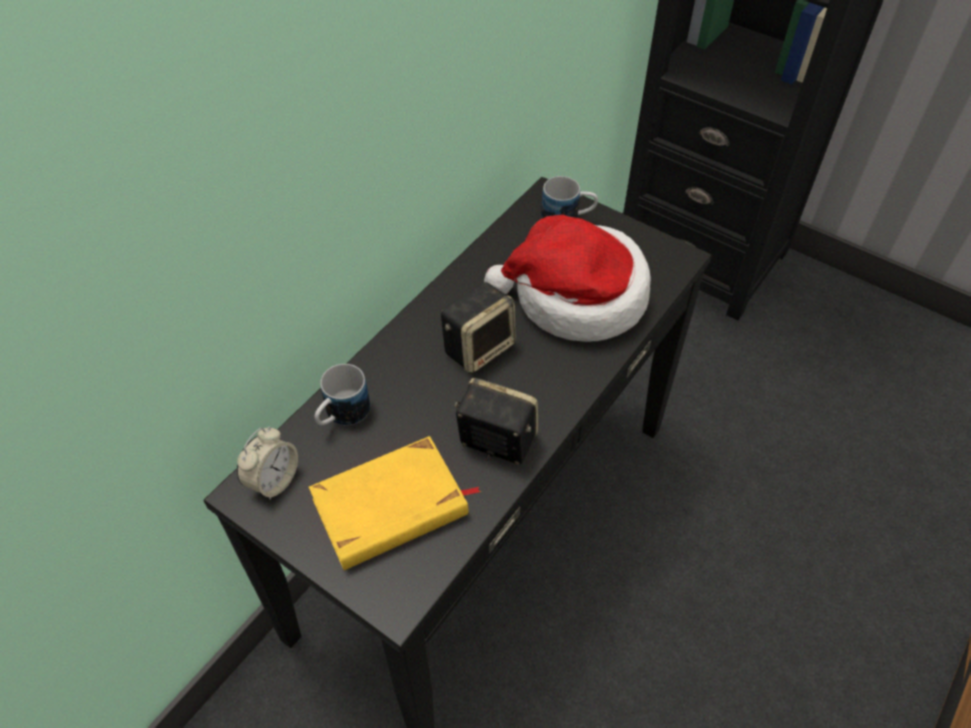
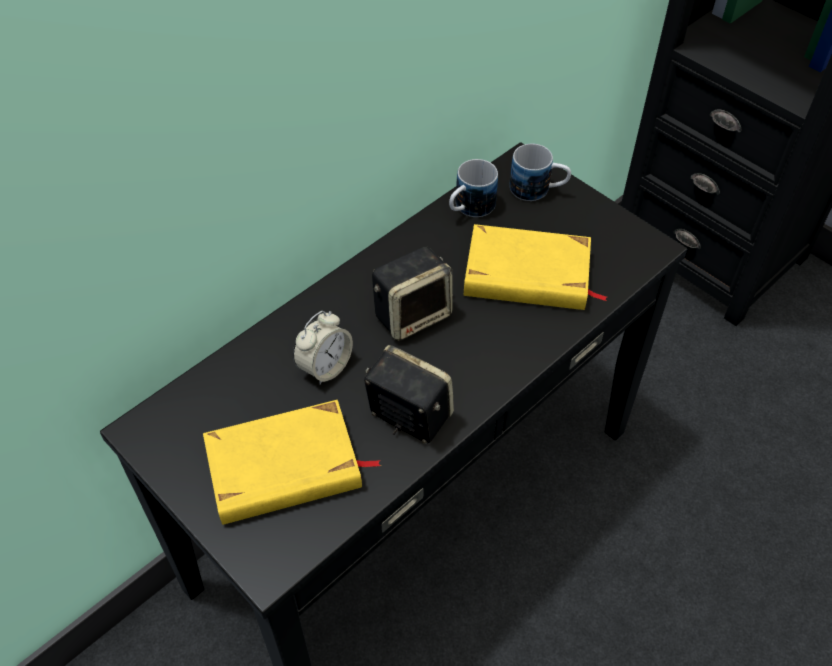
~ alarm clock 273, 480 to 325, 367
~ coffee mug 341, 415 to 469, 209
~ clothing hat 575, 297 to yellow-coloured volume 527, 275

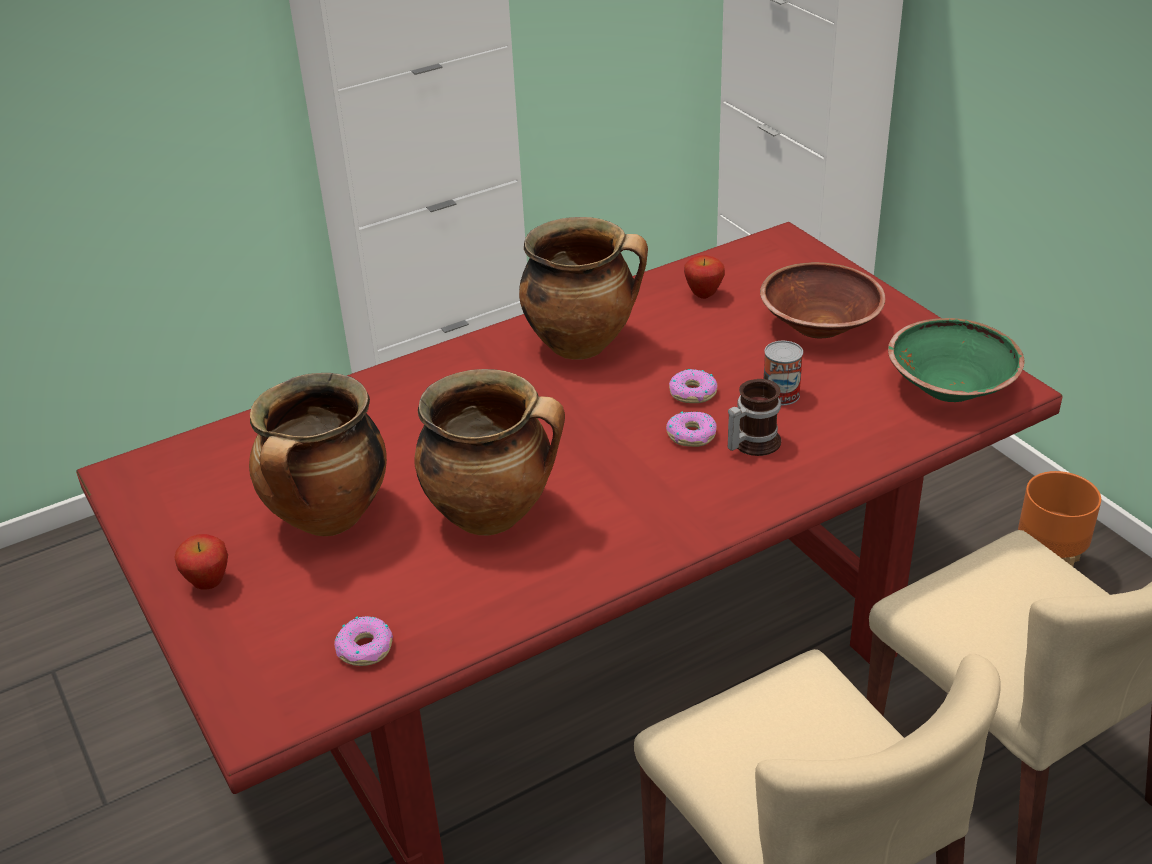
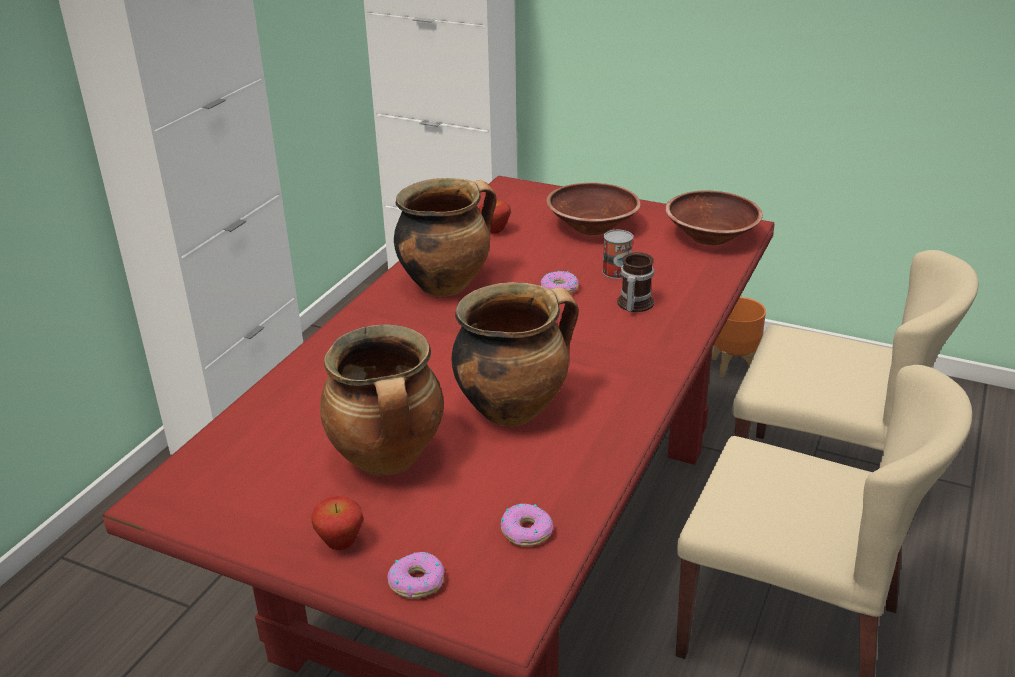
~ donut 691, 435 to 416, 581
~ greenish serving bowl 950, 387 to brown serving bowl 710, 237

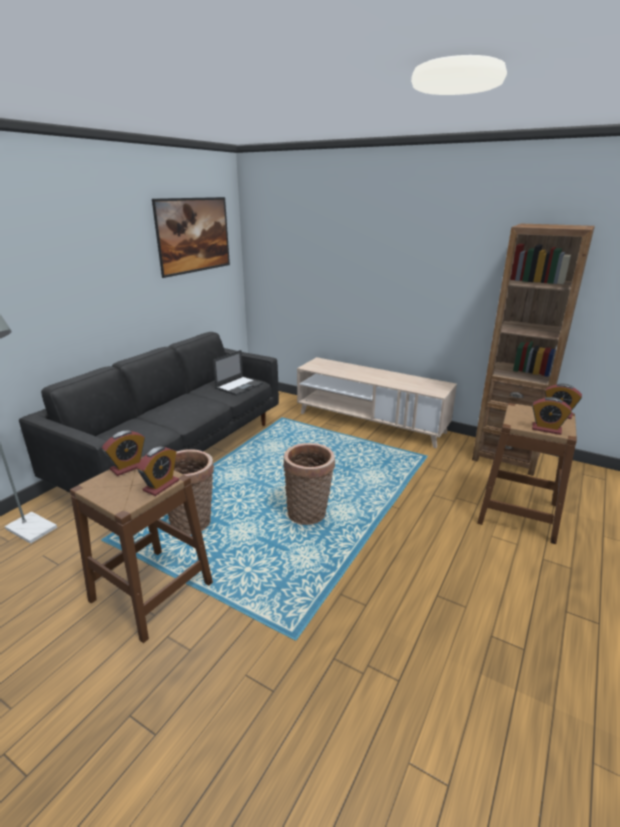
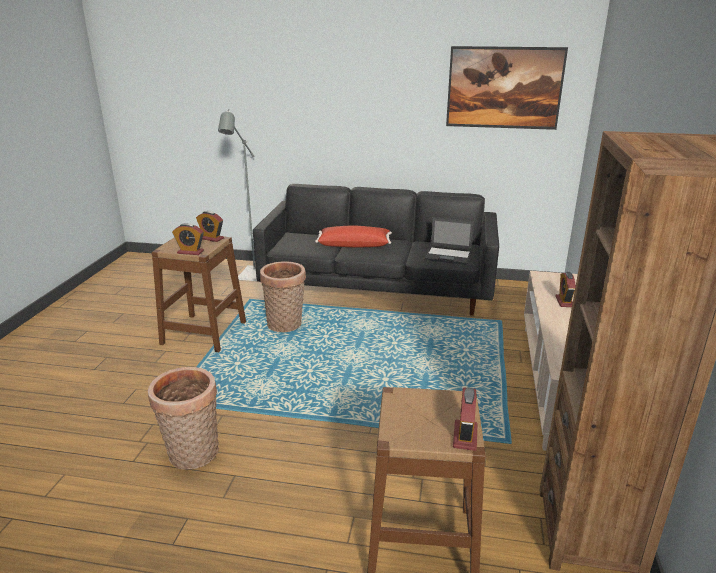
~ household basket 309, 514 to 193, 456
+ reddish cushion 354, 245
~ alarm clock 546, 429 to 564, 301

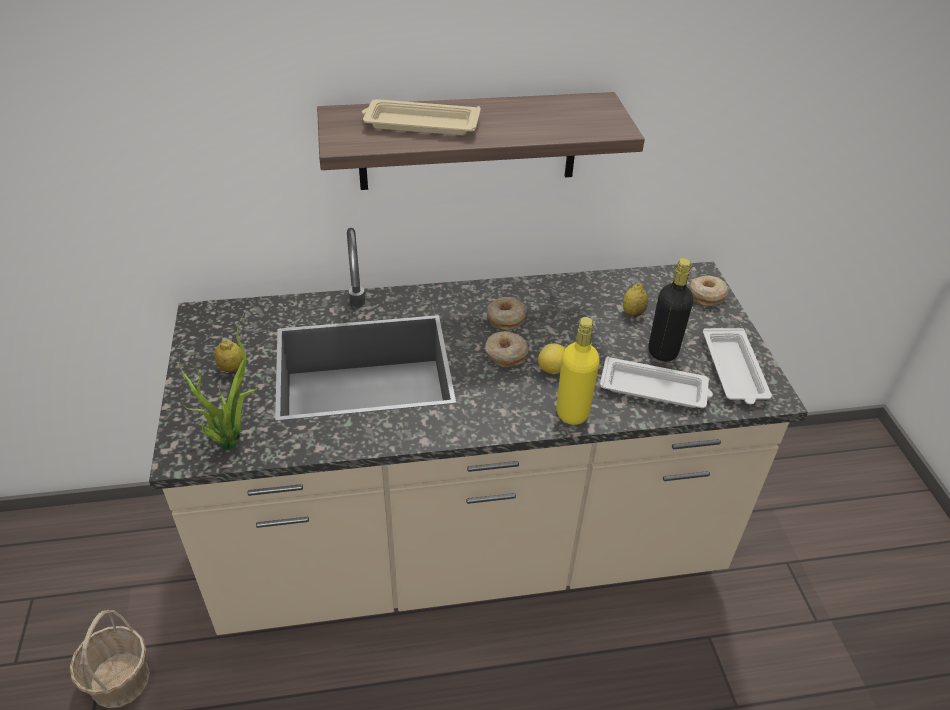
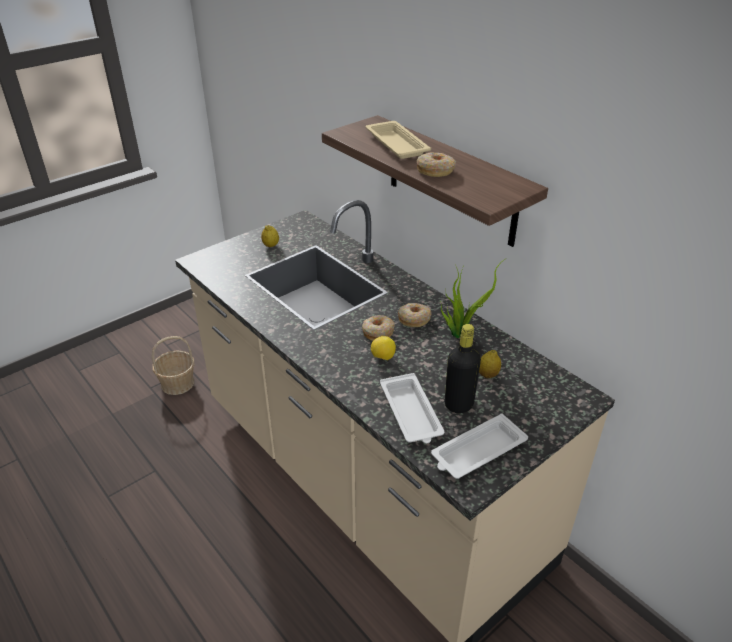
~ donut 706, 295 to 435, 170
~ plant in a pot 228, 438 to 460, 332
- yellow-coloured bottle 572, 413

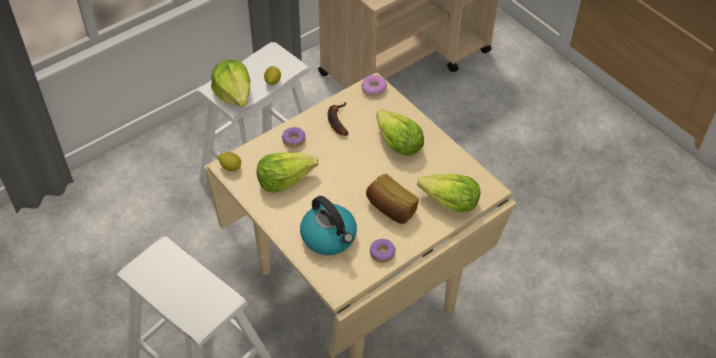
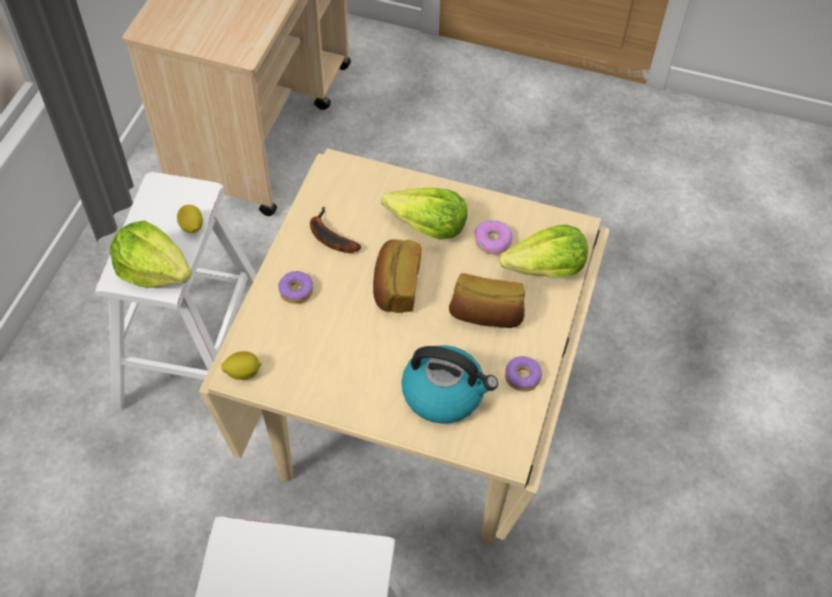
+ baked bread 396, 286
~ donut 373, 88 to 492, 241
- lettuce 284, 179

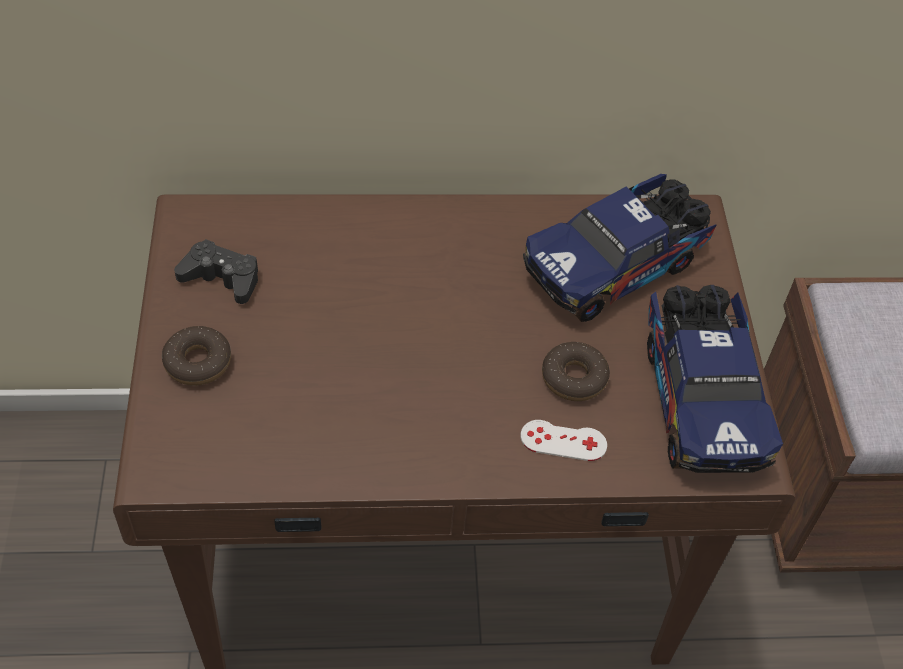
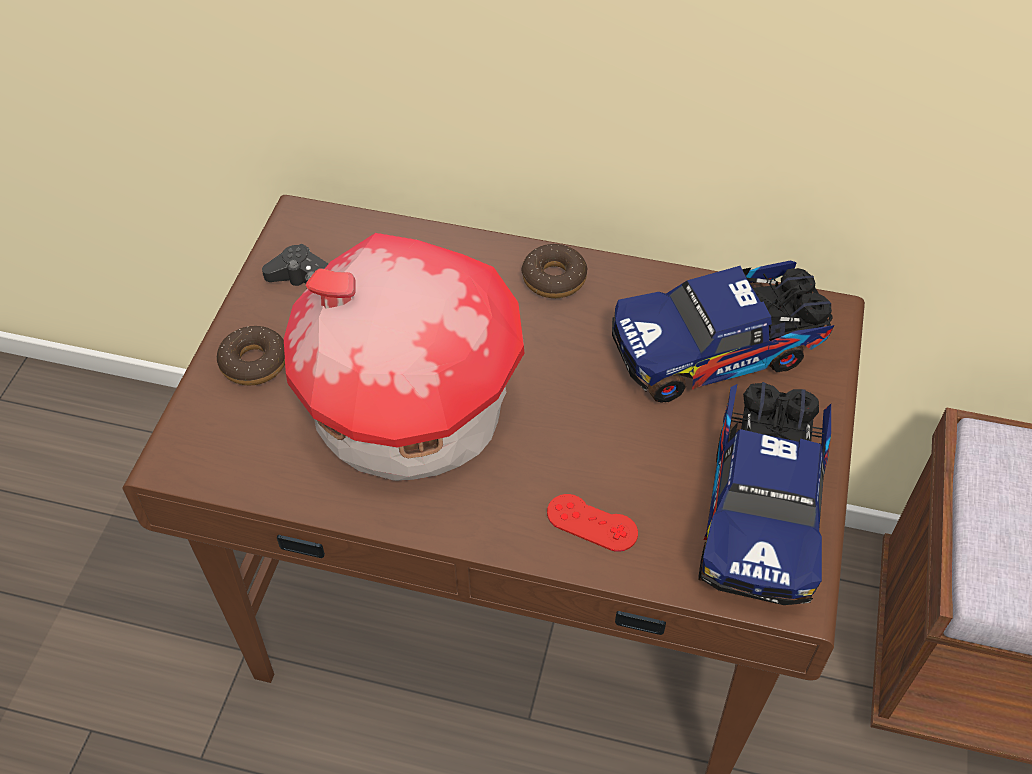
+ model house 406, 414
~ donut 574, 378 to 554, 278
~ whitish gamepad 563, 441 to reddish gamepad 592, 523

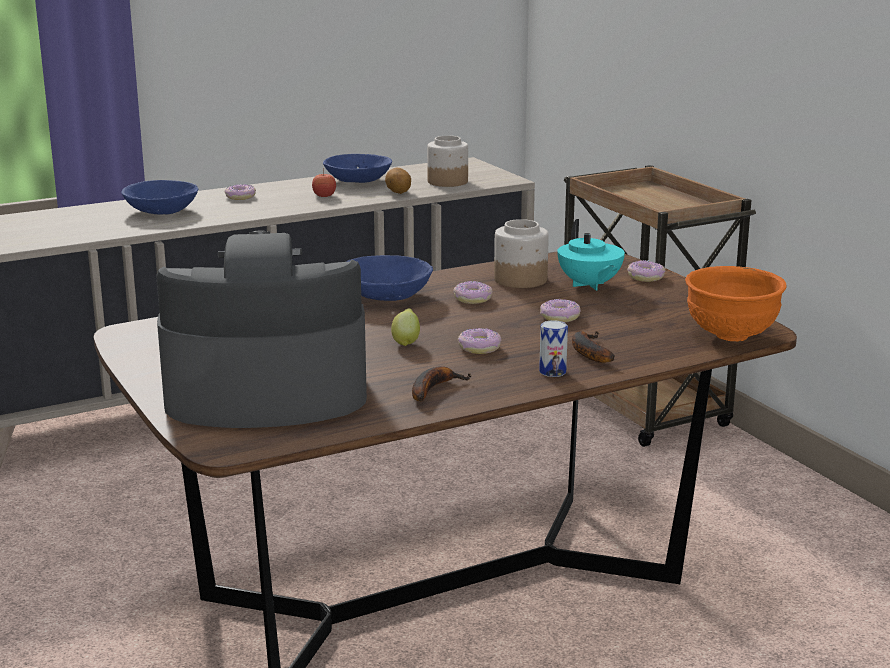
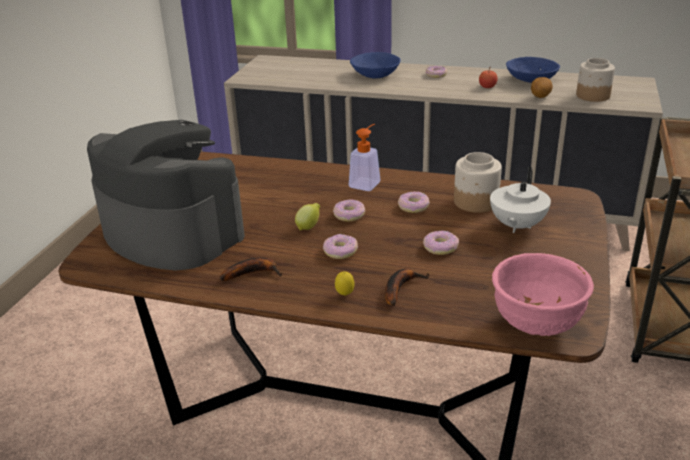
~ donut 646, 277 to 349, 215
~ sealed can 552, 372 to citrus fruit 345, 295
~ blue serving bowl 384, 295 to liquid soap bottle 367, 182
~ turquoise-coloured teapot 589, 285 to whitish teapot 516, 226
~ orange-coloured serving bowl 730, 336 to pink-coloured serving bowl 535, 324

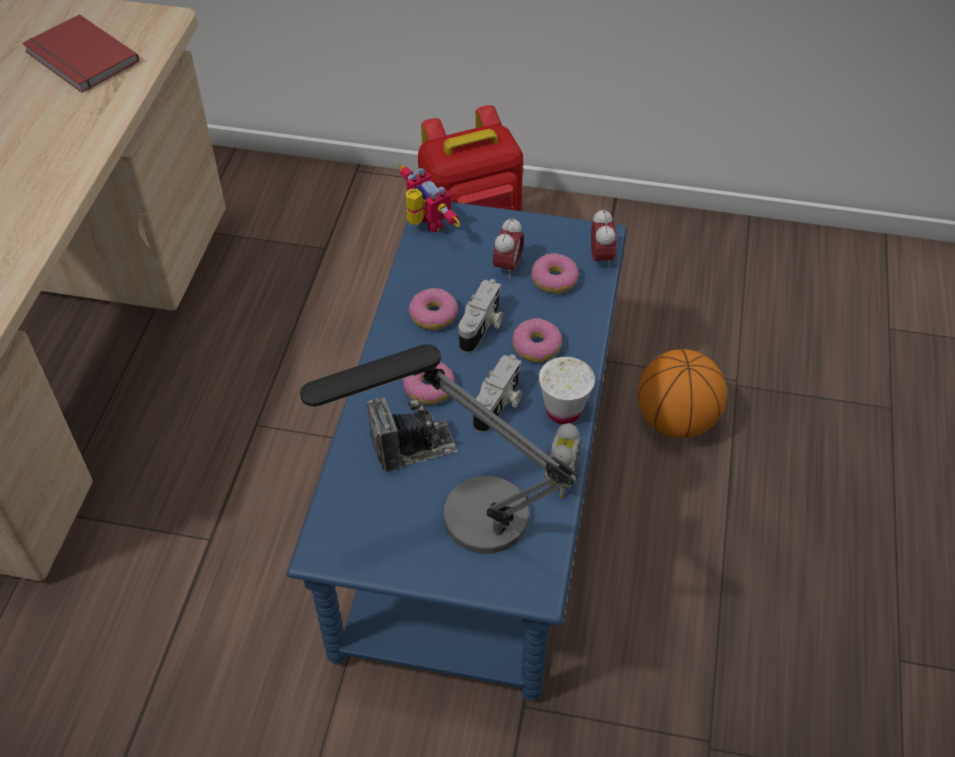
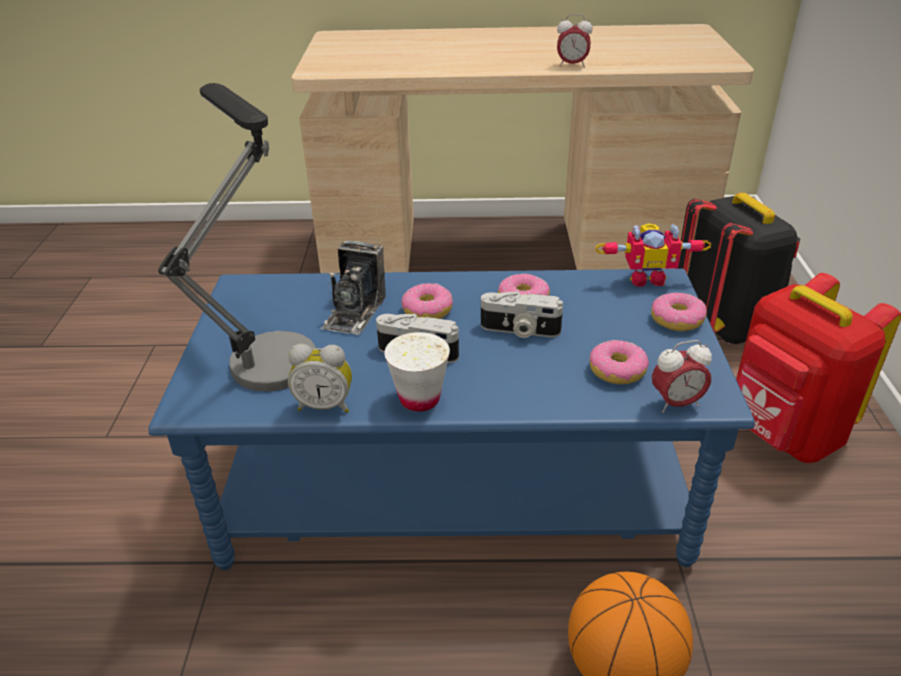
~ still camera 413, 446 = 355, 312 45 degrees clockwise
~ alarm clock 507, 267 to 572, 65
~ model robot 424, 224 = 646, 278 45 degrees clockwise
~ donut 536, 346 to 677, 319
+ blackish knapsack 724, 324
- reddish volume 79, 59

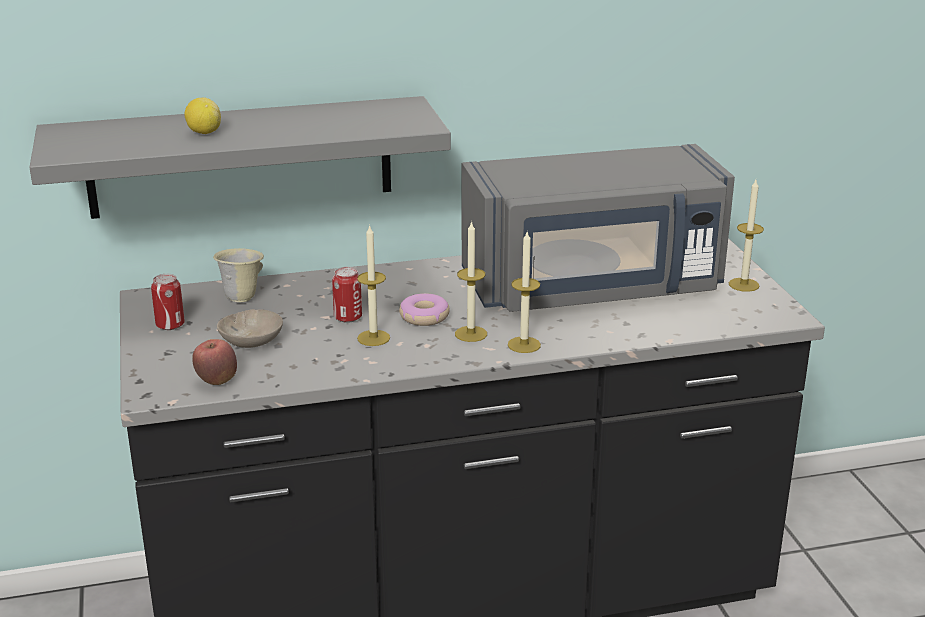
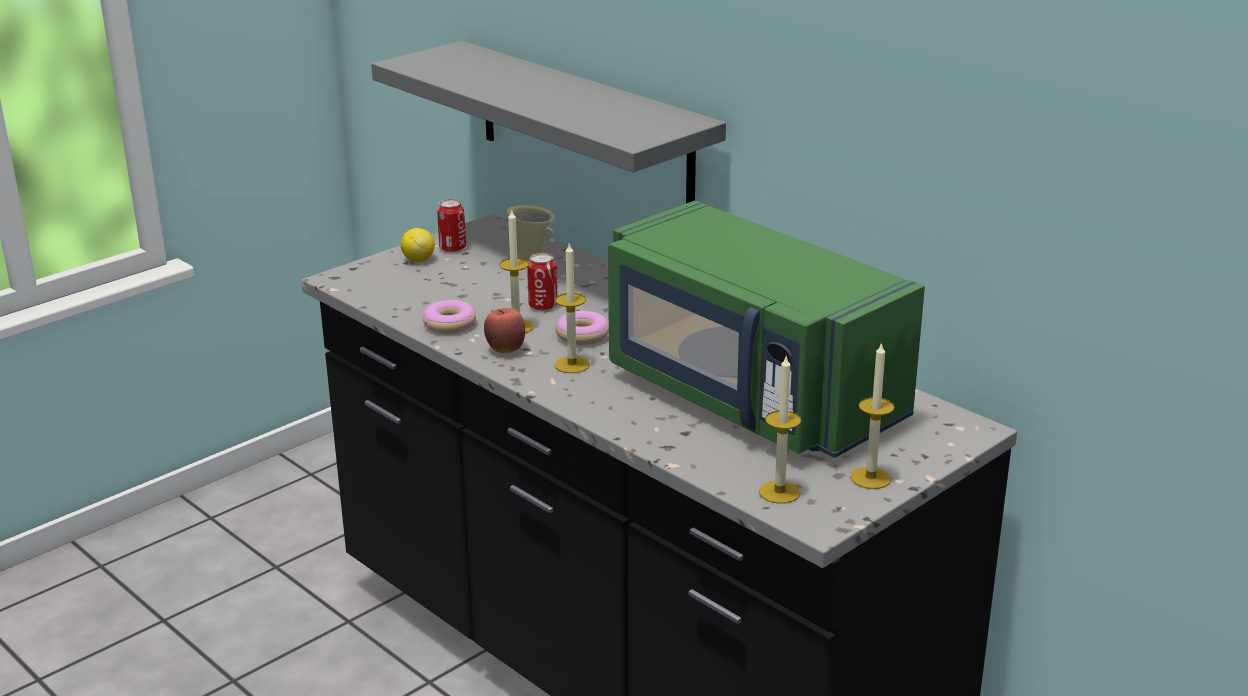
~ citrus fruit 204, 132 to 418, 259
+ donut 450, 324
~ whole apple 216, 381 to 506, 350
~ grey kitchen microwave 594, 287 to greenish kitchen microwave 748, 396
~ wax light 524, 345 to 779, 492
- beige serving bowl 251, 342

